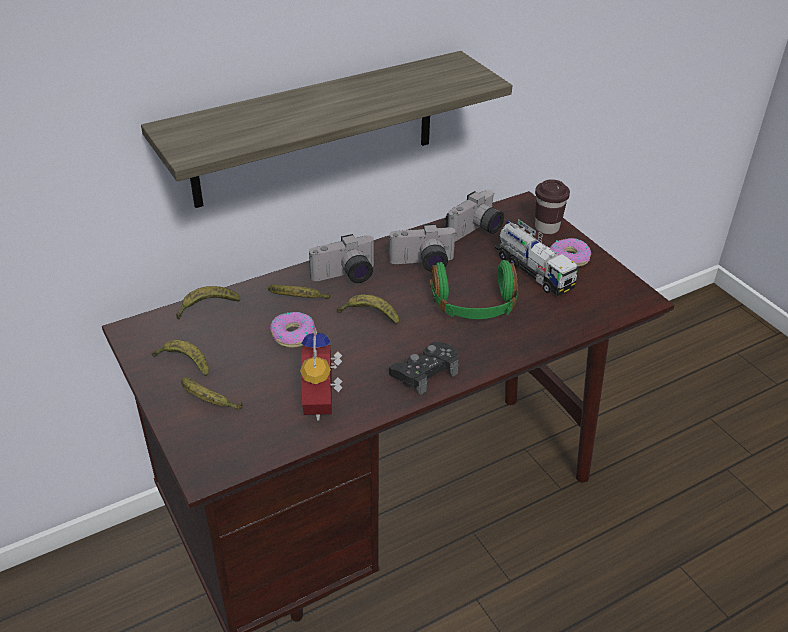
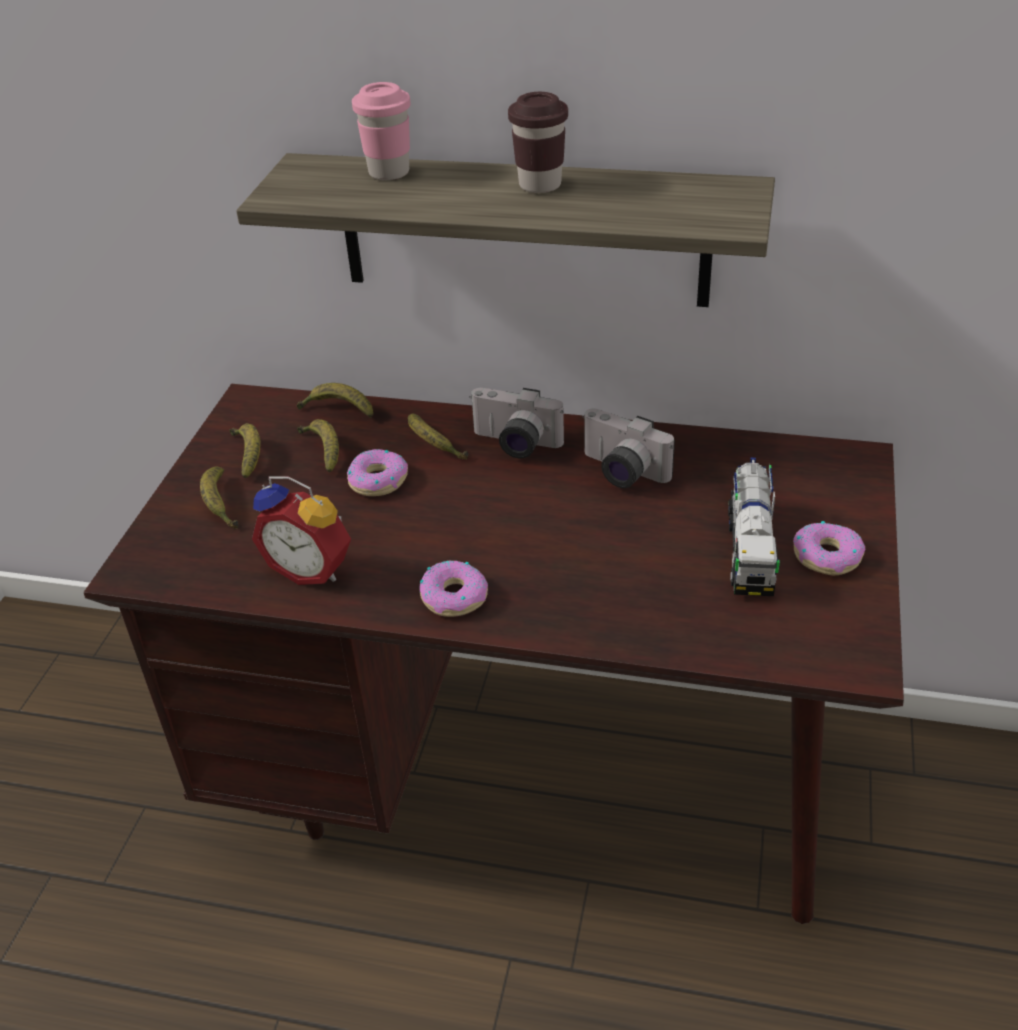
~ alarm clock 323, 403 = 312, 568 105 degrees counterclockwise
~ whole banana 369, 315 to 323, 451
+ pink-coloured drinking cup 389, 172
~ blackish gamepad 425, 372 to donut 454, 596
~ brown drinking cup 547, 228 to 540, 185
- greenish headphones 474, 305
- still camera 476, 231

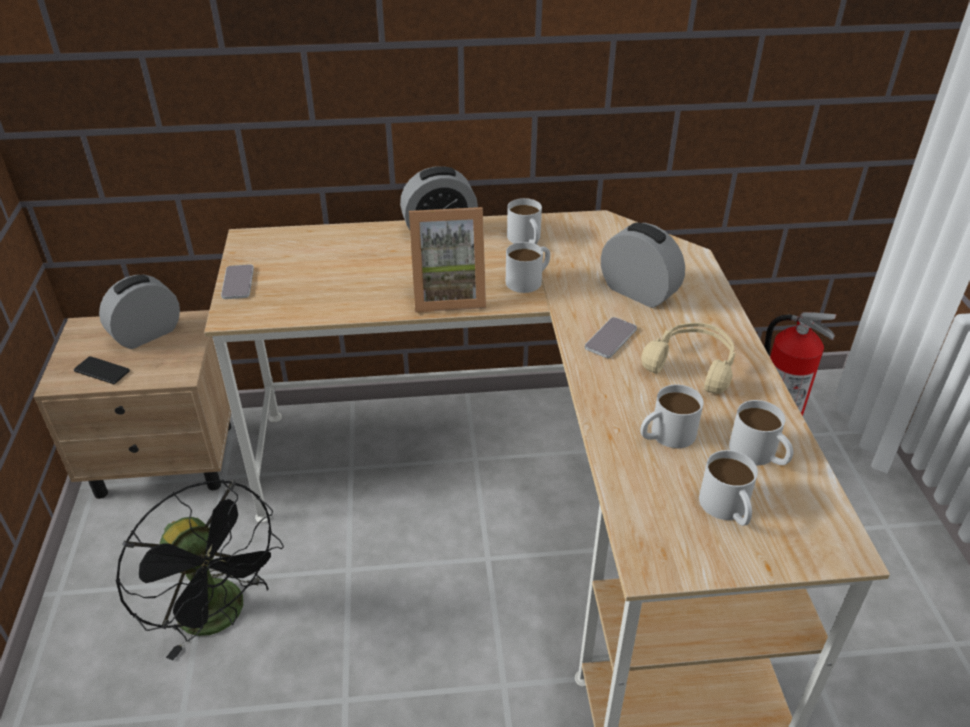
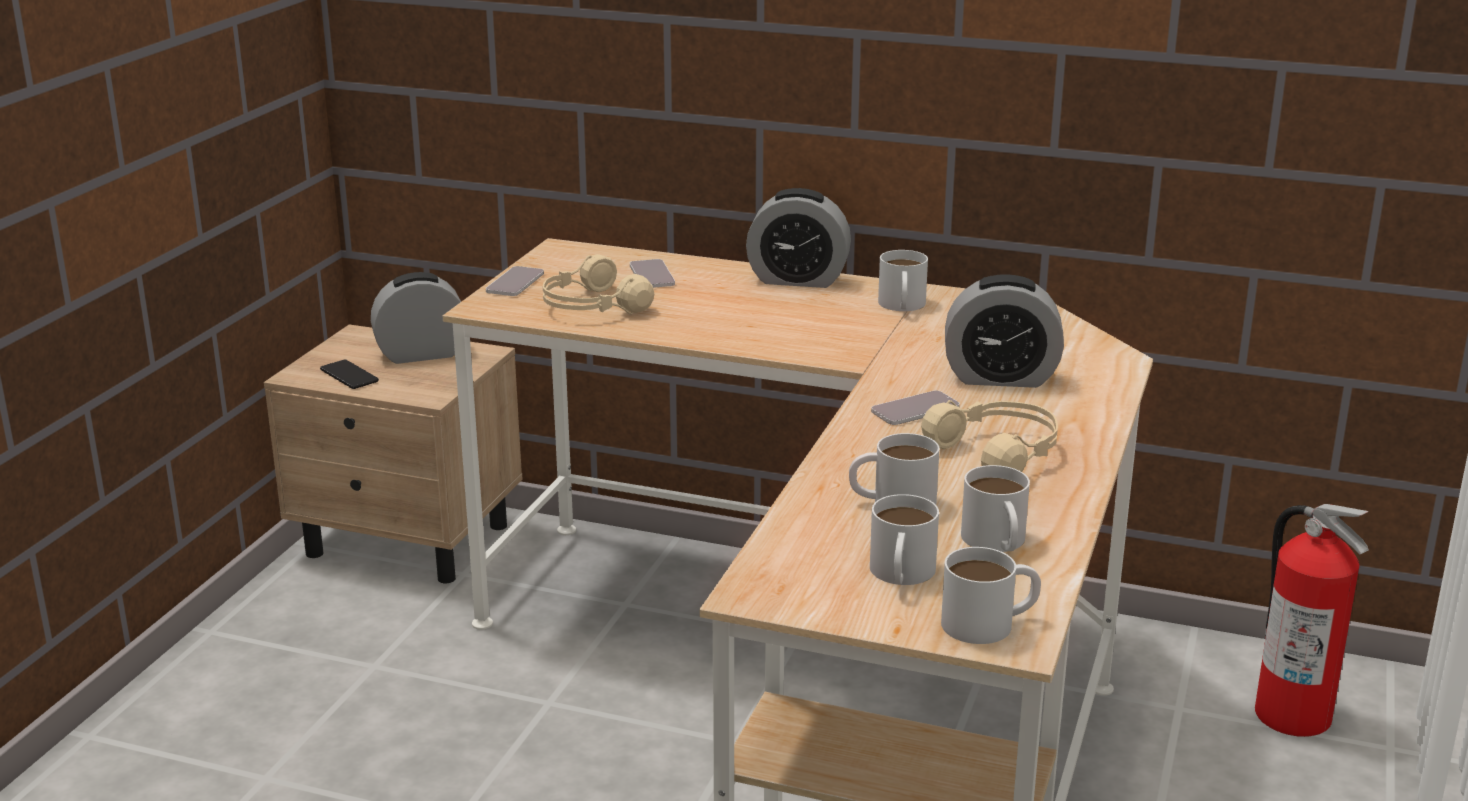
+ beige headphones 591, 307
+ telephone 652, 275
~ whitish coffee mug 529, 279 to 990, 623
~ alarm clock 638, 292 = 1000, 377 120 degrees clockwise
- blackish fan 221, 616
- photo frame 448, 295

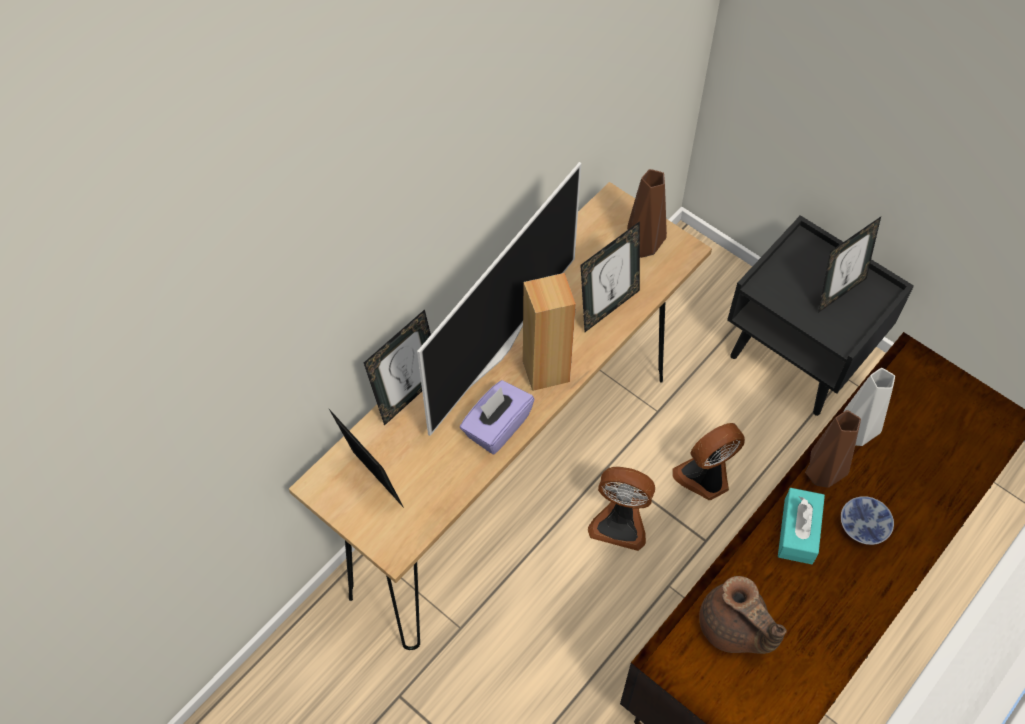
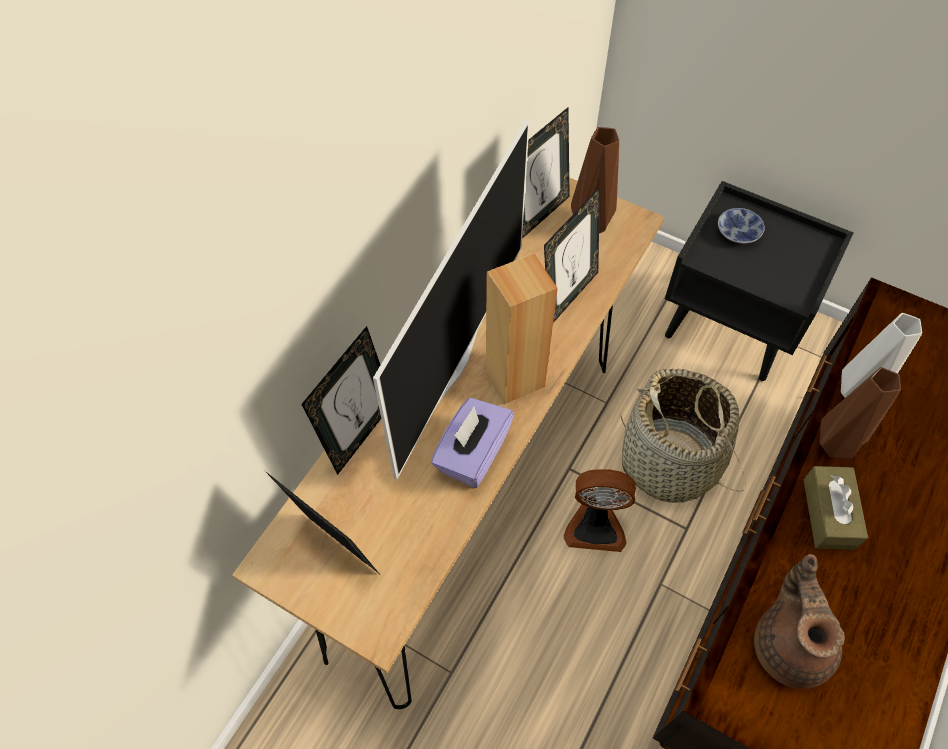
~ photo frame 838, 291 to 538, 216
~ fan 705, 477 to household basket 670, 462
~ serving bowl 866, 525 to 739, 232
~ brown teapot 733, 628 = 790, 643 135 degrees counterclockwise
~ turquoise-coloured tissue box 798, 531 to brown tissue box 828, 513

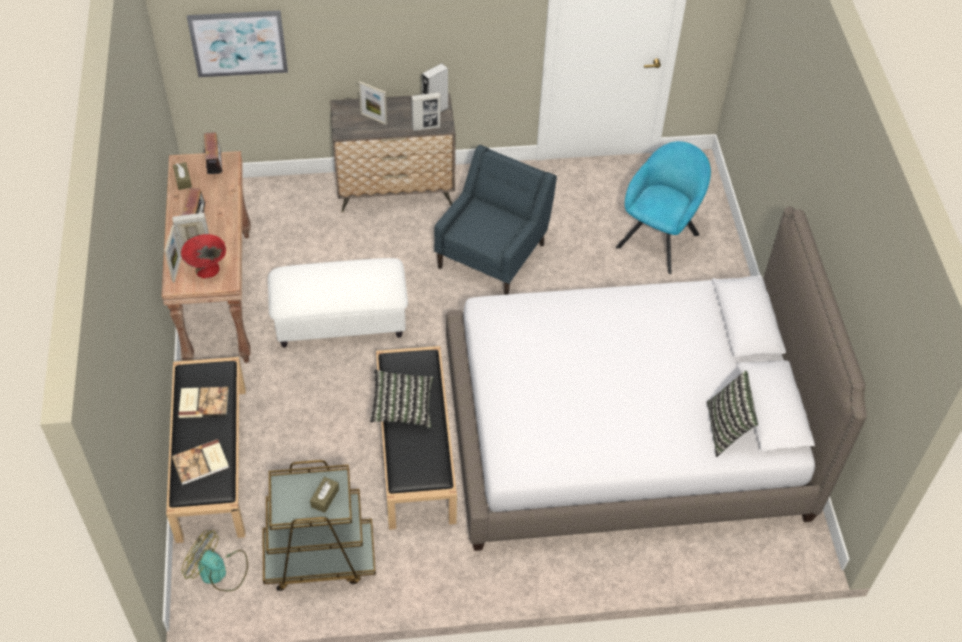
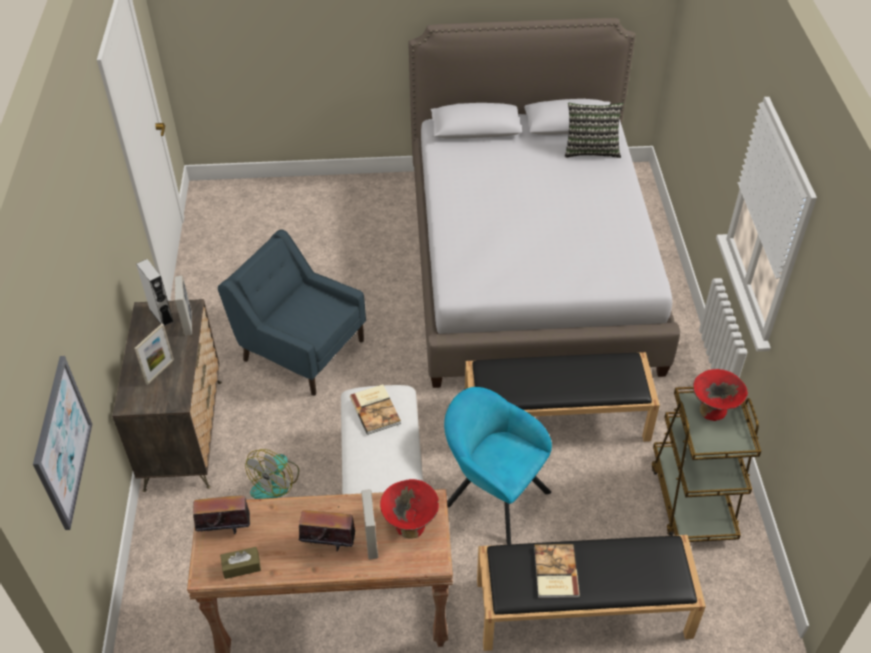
~ fan 219, 571 to 276, 482
~ volume 201, 463 to 376, 410
~ turquoise-coloured lounge chair 660, 238 to 492, 496
~ brown tissue box 325, 498 to reddish serving bowl 713, 410
- photo frame 177, 269
- cushion 402, 406

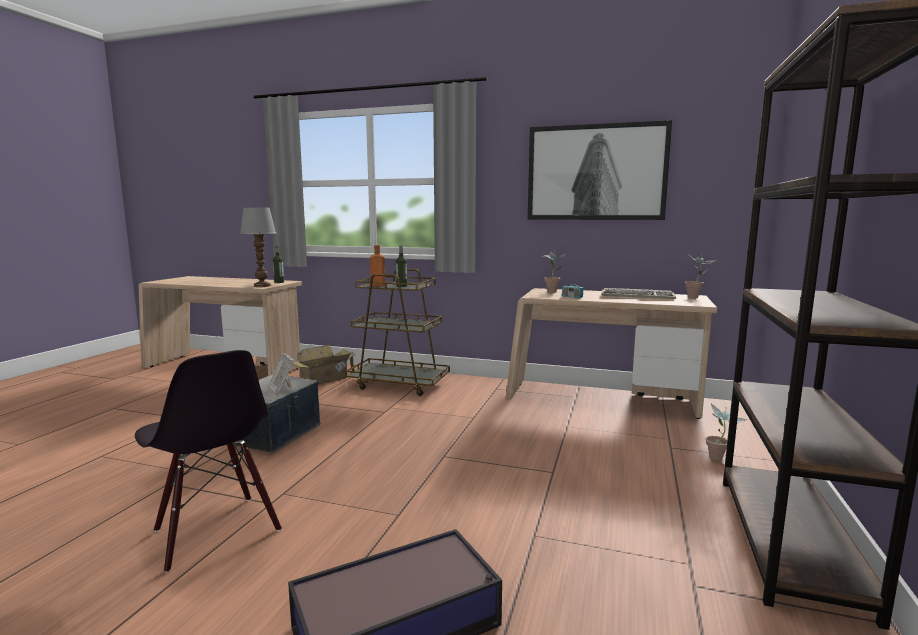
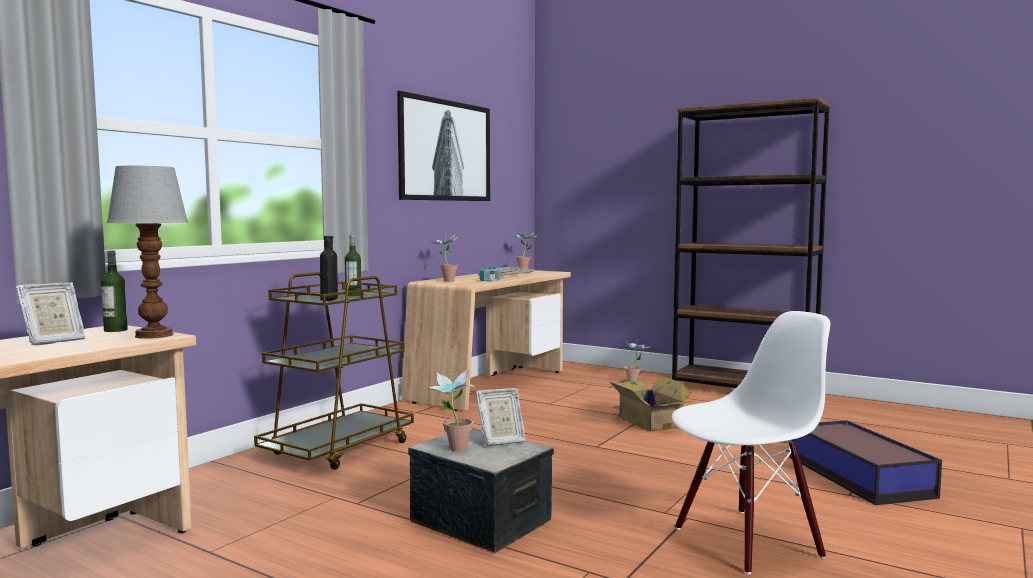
+ photo frame 53, 341
~ orange-coloured bottle 376, 285 to blackish bottle 328, 299
+ plant in a pot 453, 450
~ carton 326, 378 to 649, 421
~ blackish chair 215, 531 to whitish chair 746, 541

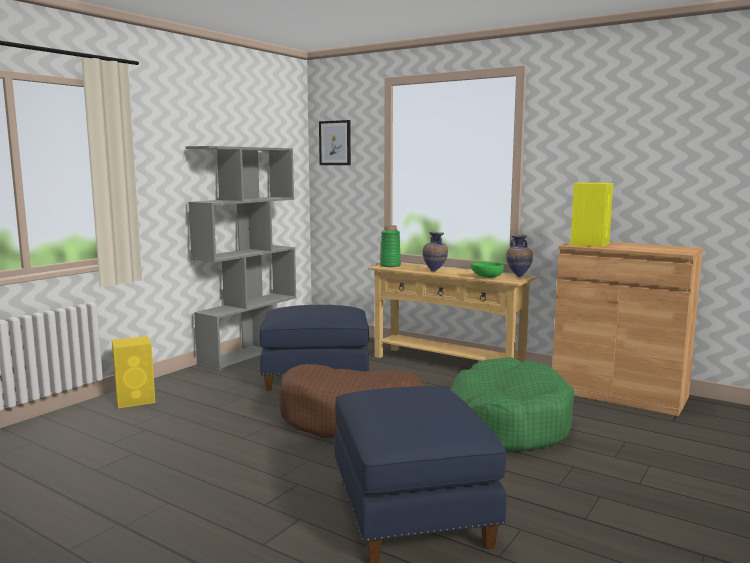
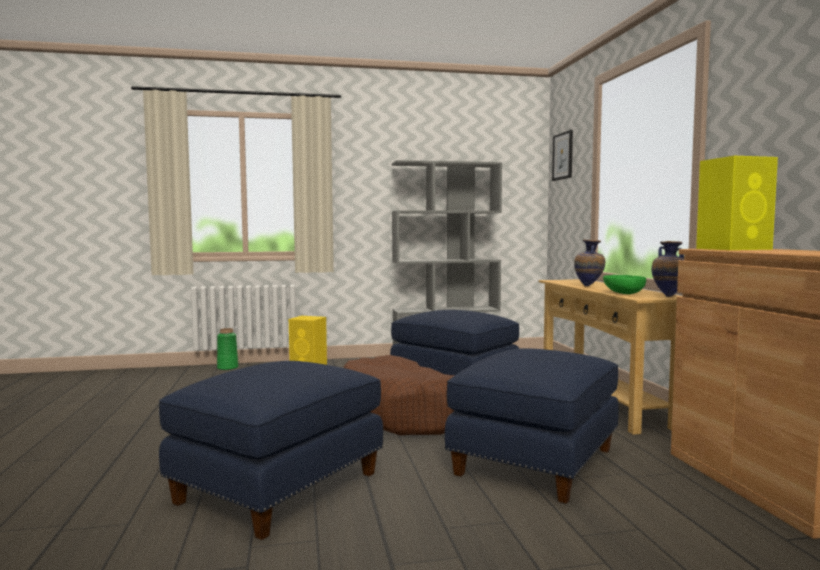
~ greenish flower vase 390, 265 to 227, 368
~ greenish dog bed 507, 422 to blue ottoman 537, 462

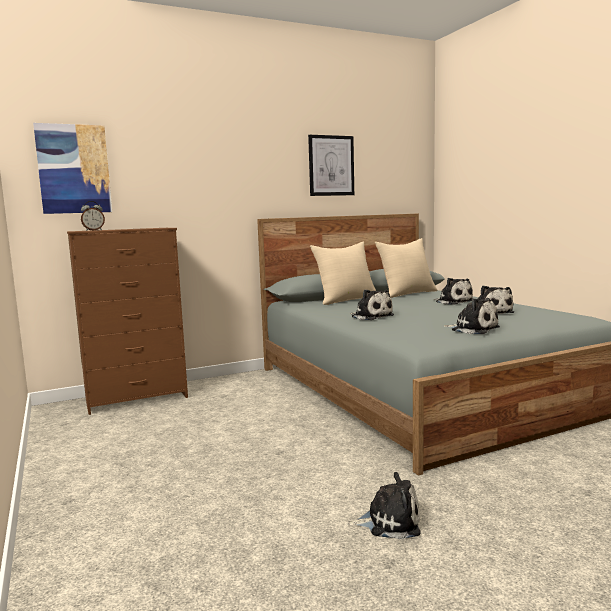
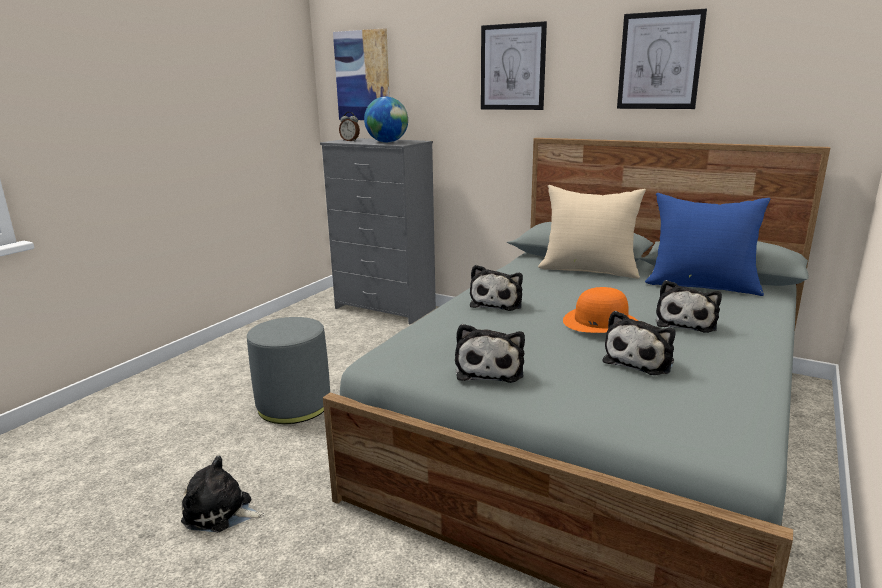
~ cuddly toy 389, 522 = 221, 512 135 degrees clockwise
+ grey ottoman 294, 405
~ brown chest of drawers 137, 398 to grey chest of drawers 385, 309
+ globe 387, 142
+ wall art 512, 67
+ orange-coloured clothing hat 600, 322
~ beige cushion 407, 293 to blue cushion 702, 285

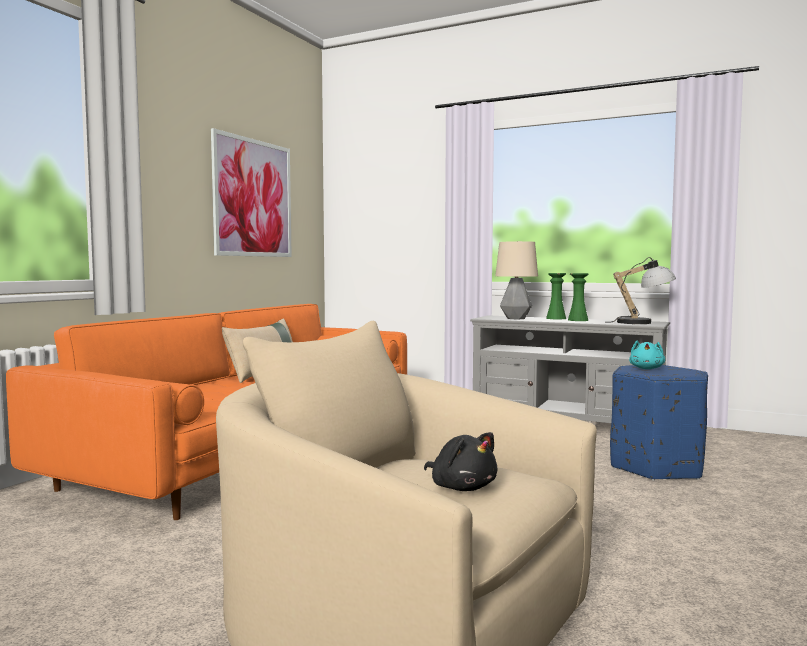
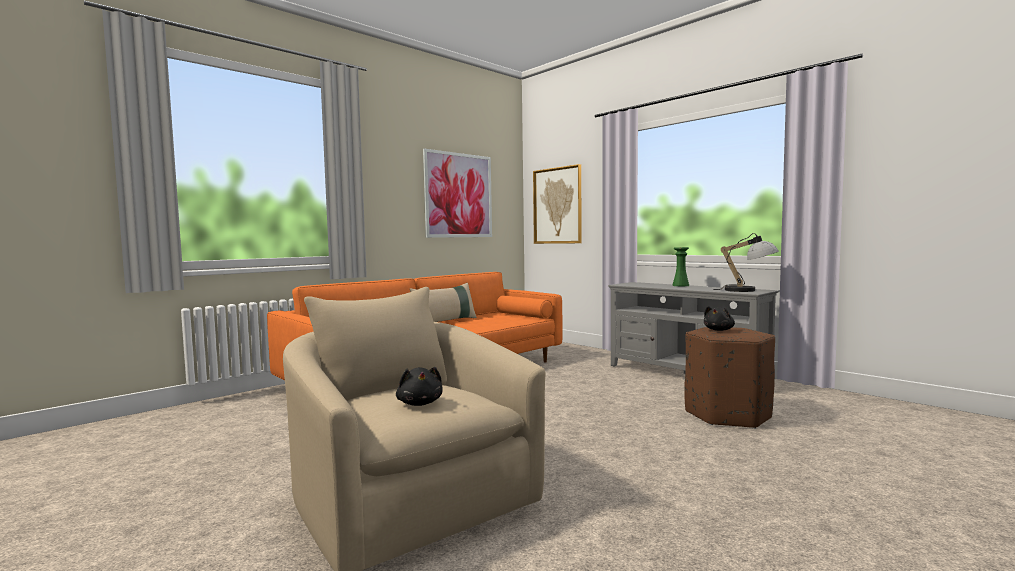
+ wall art 557, 205
~ blue ottoman 657, 467 to brown ottoman 727, 415
~ turquoise-coloured cuddly toy 646, 368 to blackish cuddly toy 719, 330
- table lamp 516, 318
- greenish flower vase 578, 320

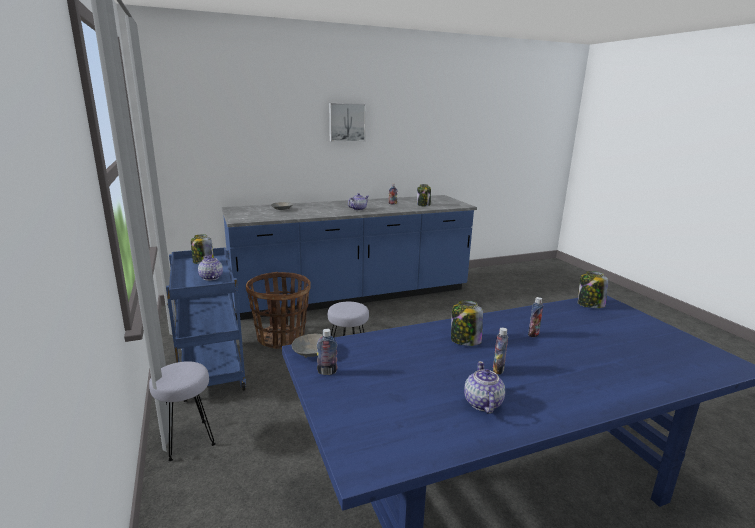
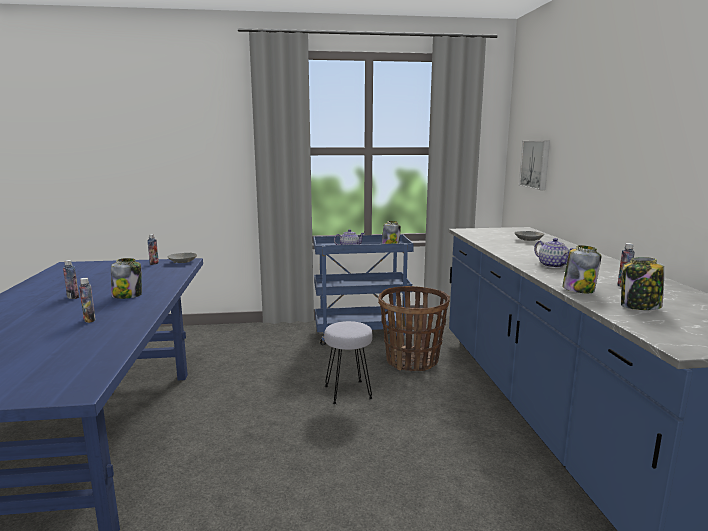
~ wall art 347, 122 to 536, 164
~ storage jar 590, 305 to 578, 290
- grey sitting stool 187, 439
- teapot 482, 403

